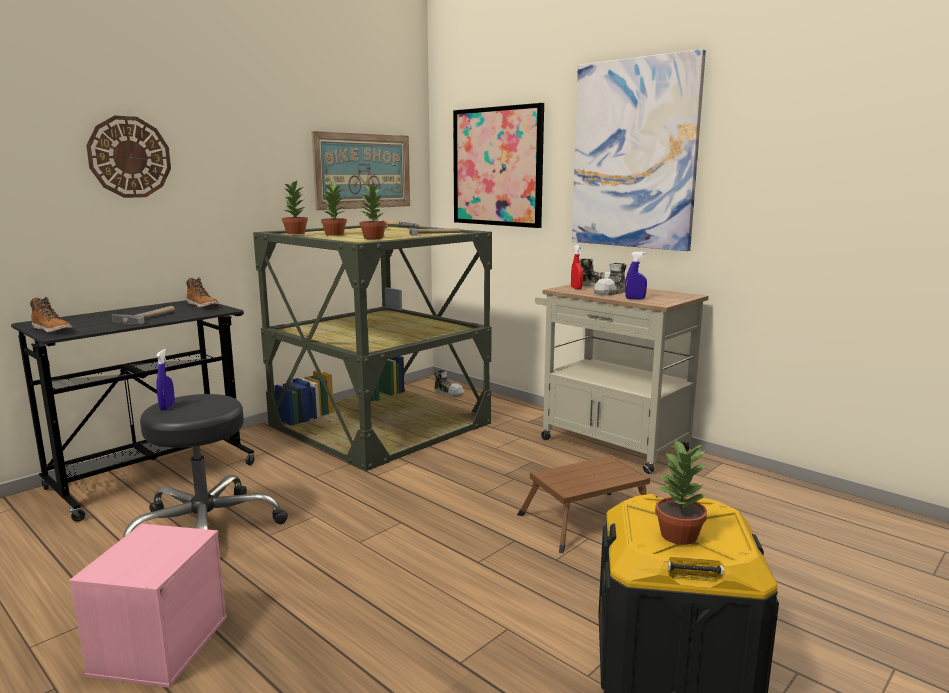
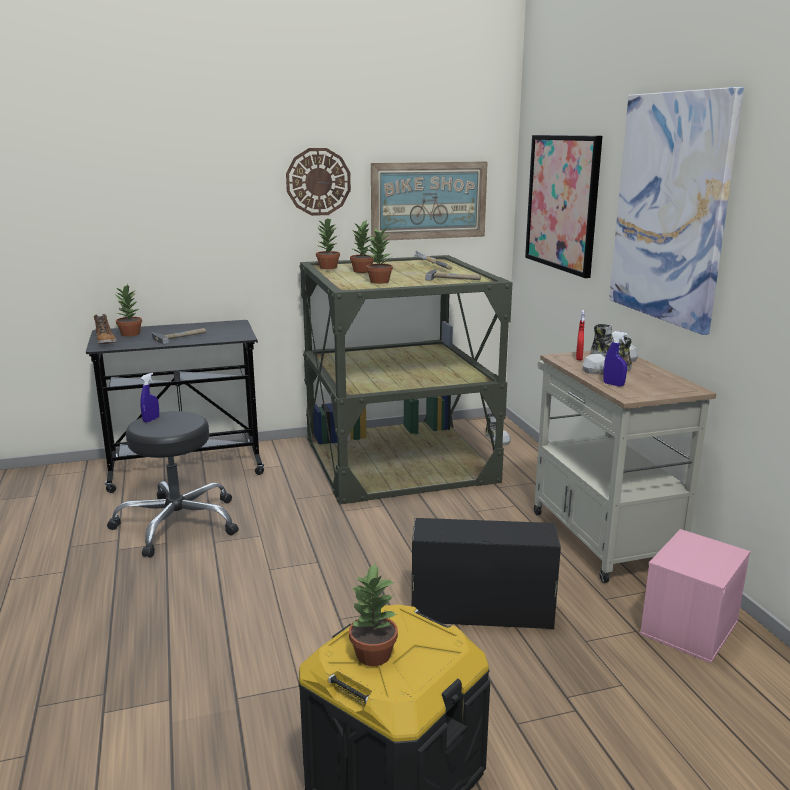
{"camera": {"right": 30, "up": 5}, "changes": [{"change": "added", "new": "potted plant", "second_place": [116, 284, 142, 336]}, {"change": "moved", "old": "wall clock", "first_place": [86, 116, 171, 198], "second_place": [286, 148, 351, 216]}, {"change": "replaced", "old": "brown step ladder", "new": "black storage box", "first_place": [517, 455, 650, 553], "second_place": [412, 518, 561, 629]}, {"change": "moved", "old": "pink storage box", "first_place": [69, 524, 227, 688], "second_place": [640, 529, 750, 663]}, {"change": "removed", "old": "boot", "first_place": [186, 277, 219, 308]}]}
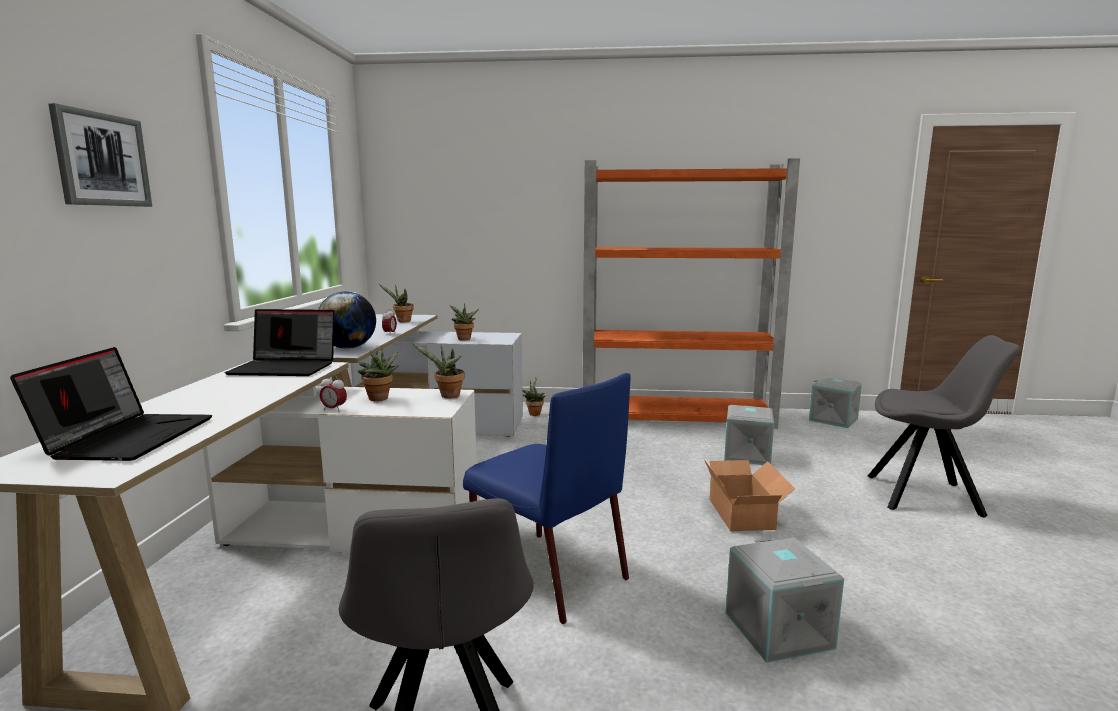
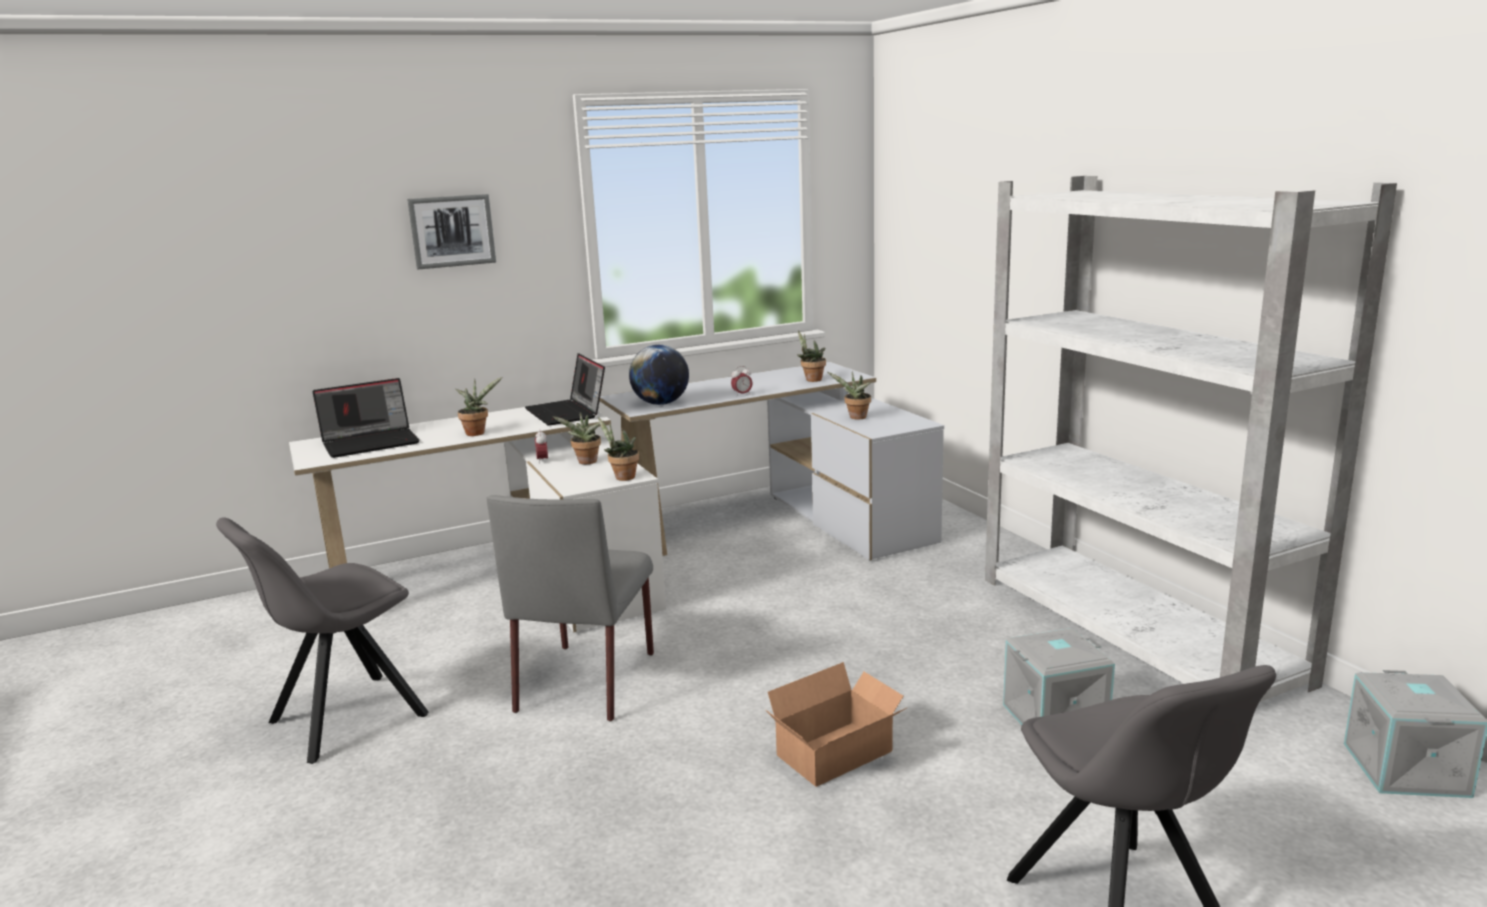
{"camera": {"right": 60, "up": 5}, "changes": [{"change": "moved", "old": "potted plant", "first_place": [522, 377, 545, 416], "second_place": [455, 377, 502, 436]}, {"change": "recoloured", "old": "blue chair", "new": "grey chair", "first_place": [463, 373, 630, 624], "second_place": [487, 495, 654, 722]}, {"change": "recoloured", "old": "orange bookcase", "new": "white bookcase", "first_place": [583, 158, 800, 429], "second_place": [985, 176, 1397, 702]}, {"change": "removed", "old": "grey storage box", "first_place": [726, 538, 844, 663]}]}
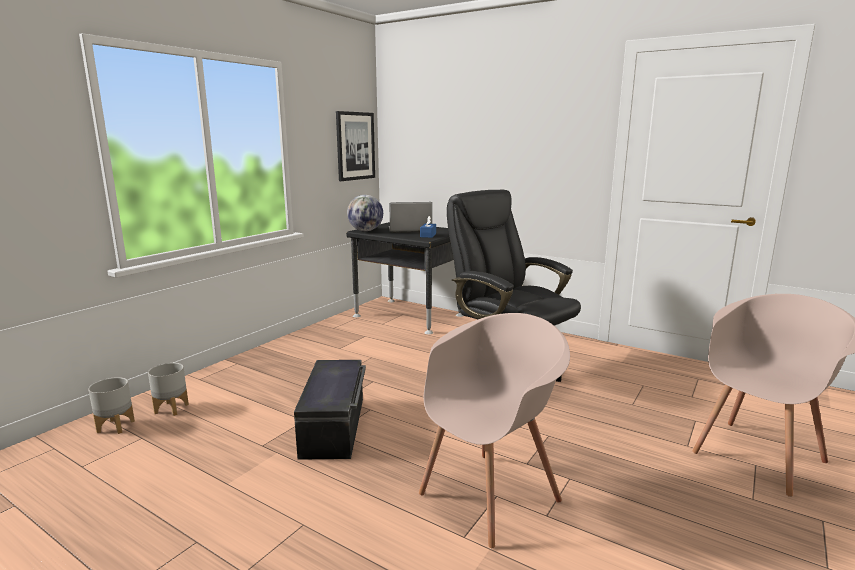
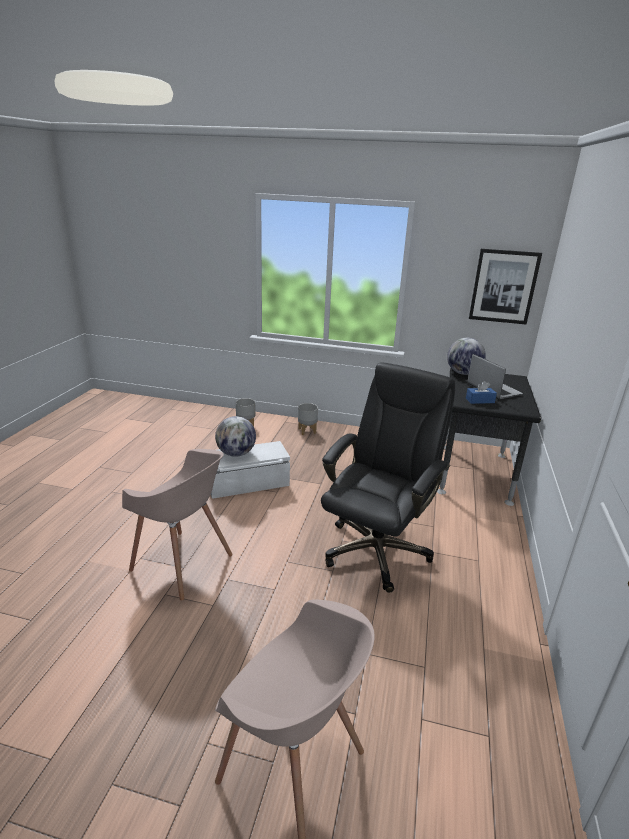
{"camera": {"right": 70, "up": 10}, "changes": [{"change": "recoloured", "old": "black storage box", "new": "white storage box", "first_place": [294, 360, 366, 460], "second_place": [211, 441, 290, 499]}, {"change": "added", "new": "globe", "second_place": [215, 416, 256, 457]}, {"change": "moved", "old": "grey planter", "first_place": [88, 377, 135, 434], "second_place": [298, 403, 318, 435]}]}
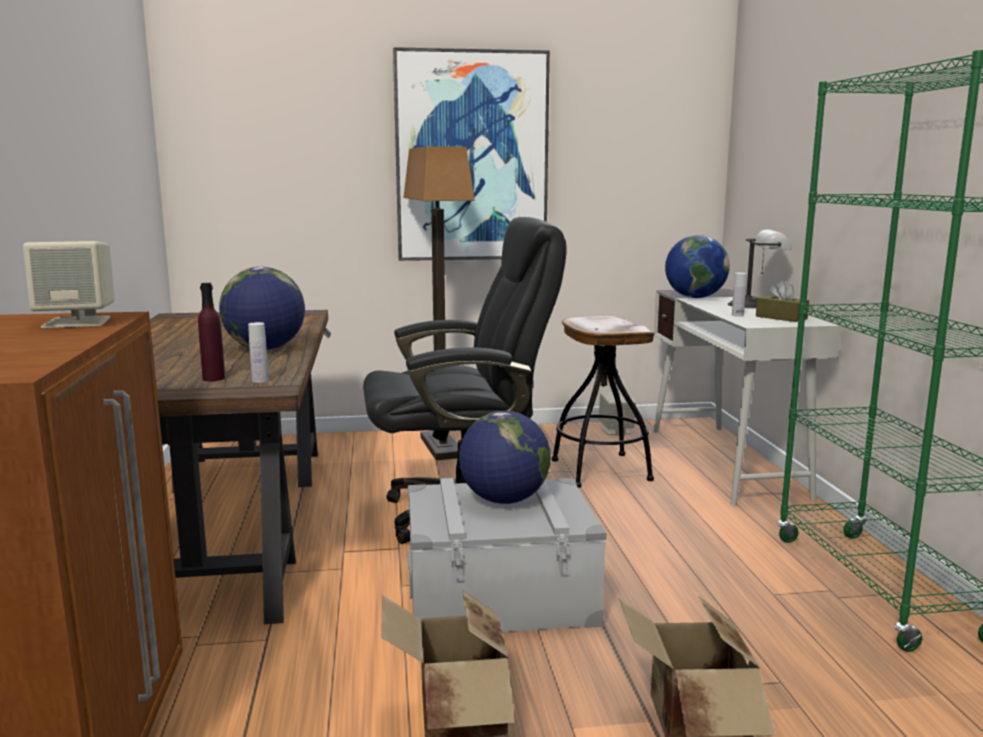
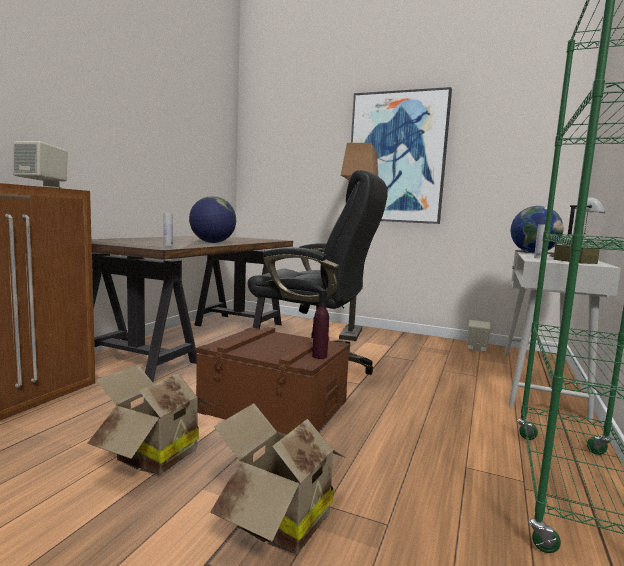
{"camera": {"right": 30, "up": -5}, "changes": [{"change": "recoloured", "old": "grey storage box", "new": "brown storage box", "first_place": [407, 478, 607, 632], "second_place": [196, 327, 350, 435]}, {"change": "moved", "old": "purple bottle", "first_place": [198, 283, 225, 381], "second_place": [312, 290, 329, 359]}, {"change": "removed", "old": "globe", "first_place": [459, 411, 551, 504]}, {"change": "removed", "old": "brown stool", "first_place": [552, 316, 655, 488]}]}
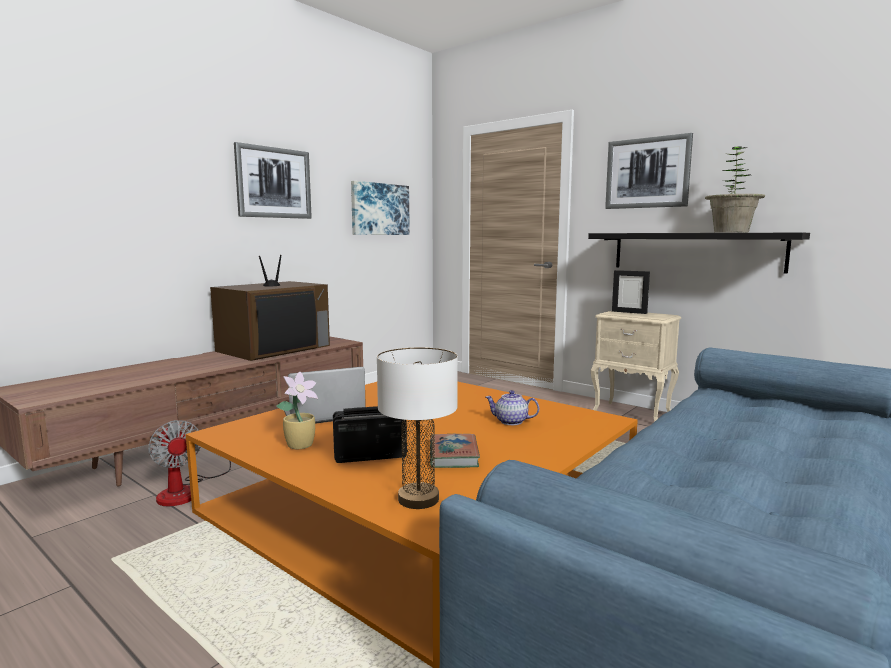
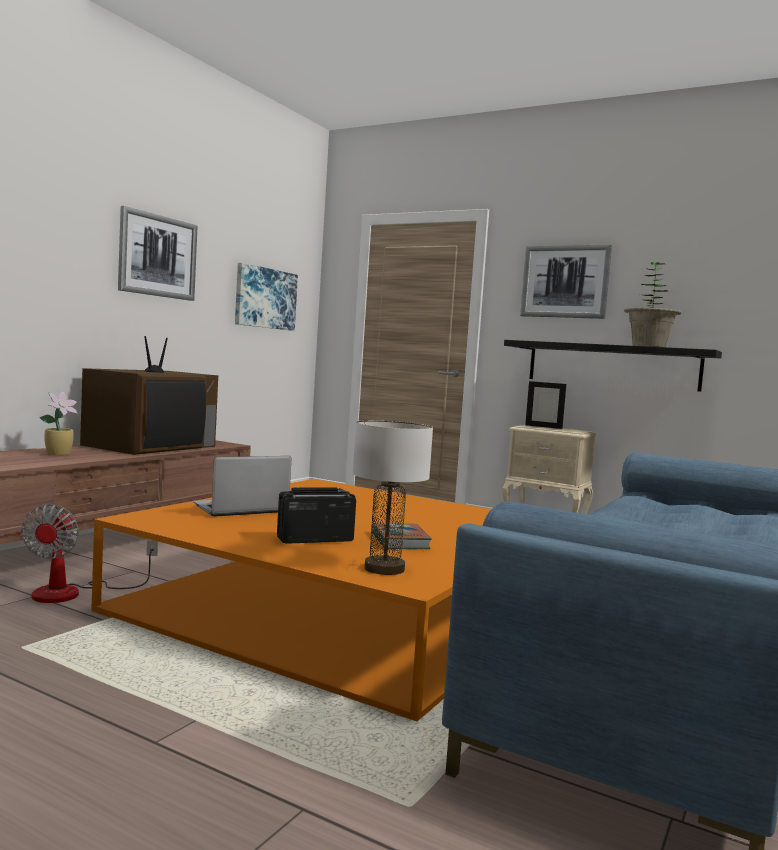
{"camera": {"right": -10, "up": -5}, "changes": [{"change": "turned", "old": "fan", "first_place": [148, 420, 231, 506], "second_place": [21, 504, 158, 603], "degrees": 45}, {"change": "moved", "old": "potted plant", "first_place": [276, 372, 318, 449], "second_place": [39, 392, 78, 456]}, {"change": "removed", "old": "teapot", "first_place": [485, 390, 539, 425]}]}
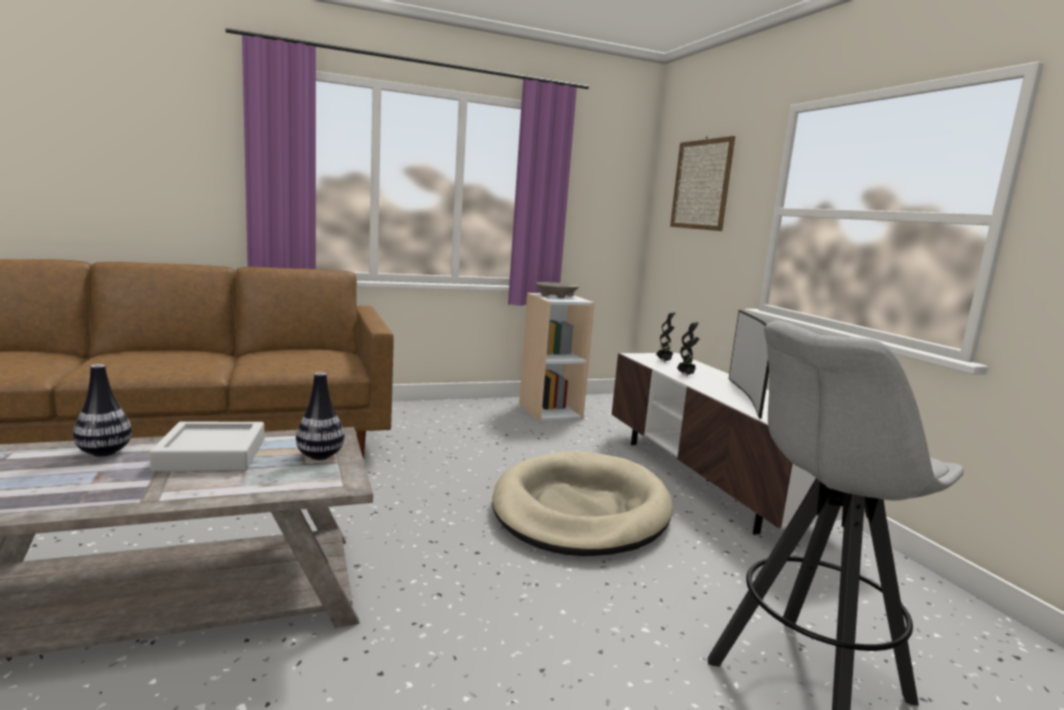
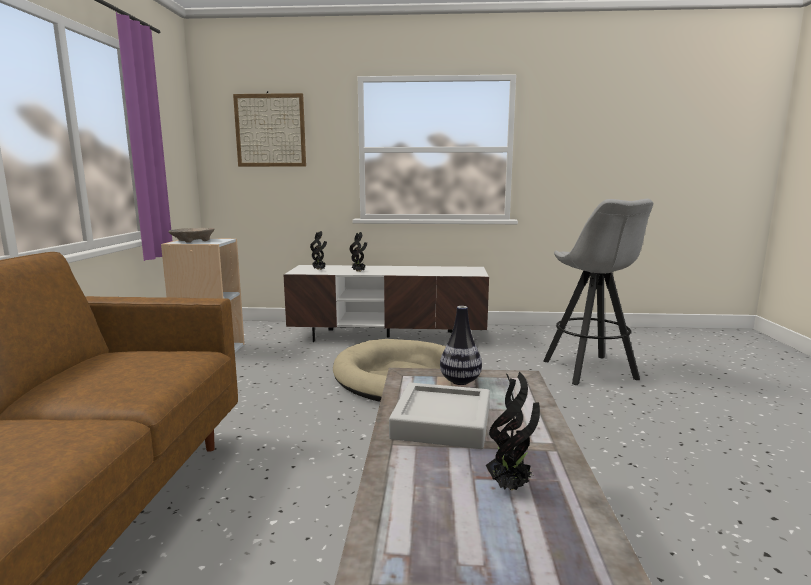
{"camera": {"right": -65, "up": 0}, "changes": [{"change": "added", "new": "potted plant", "second_place": [486, 371, 540, 490]}, {"change": "removed", "old": "vase", "first_place": [73, 364, 132, 456]}, {"change": "removed", "old": "television", "first_place": [729, 310, 769, 419]}]}
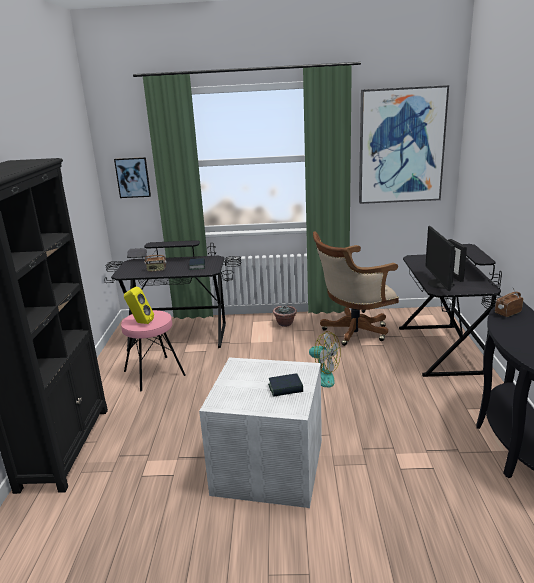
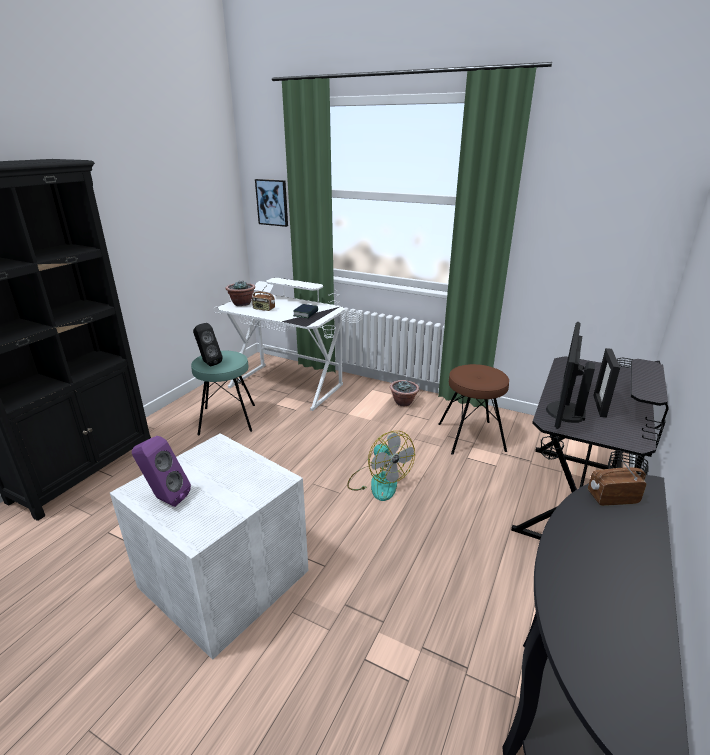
{"camera": {"right": 25, "up": 5}, "changes": [{"change": "added", "new": "purple speaker", "second_place": [132, 436, 191, 507]}, {"change": "recoloured", "old": "pink stool", "new": "turquoise stool", "first_place": [121, 310, 186, 392], "second_place": [191, 351, 255, 435]}, {"change": "recoloured", "old": "yellow speaker", "new": "black speaker", "first_place": [124, 286, 154, 324], "second_place": [193, 323, 223, 366]}, {"change": "recoloured", "old": "black desk", "new": "white desk", "first_place": [104, 240, 241, 351], "second_place": [214, 278, 362, 411]}, {"change": "added", "new": "potted plant", "second_place": [226, 280, 255, 306]}, {"change": "replaced", "old": "office chair", "new": "brown stool", "first_place": [313, 231, 399, 346], "second_place": [438, 364, 509, 455]}, {"change": "removed", "old": "book", "first_place": [268, 373, 303, 397]}, {"change": "removed", "old": "picture", "first_place": [359, 85, 449, 204]}]}
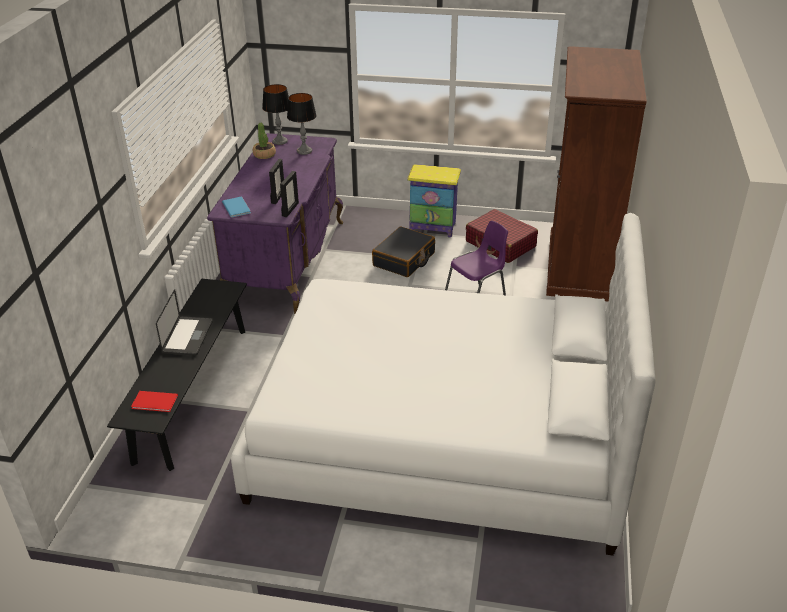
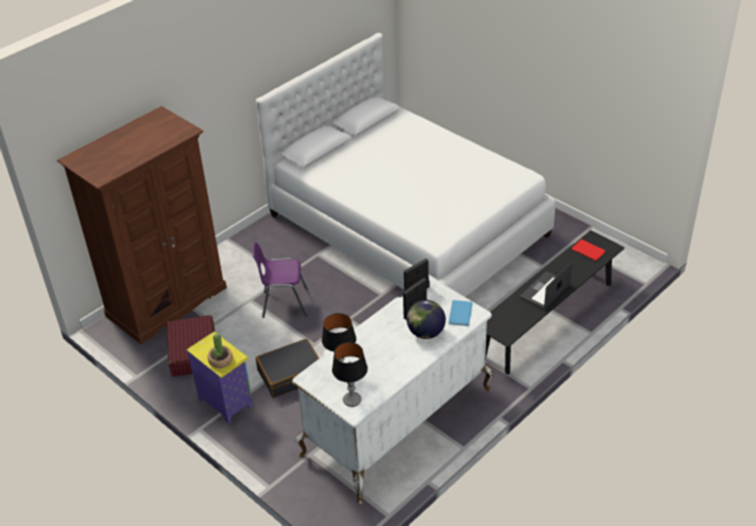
{"camera": {"right": -145, "up": 5}, "changes": [{"change": "moved", "old": "potted plant", "first_place": [253, 123, 276, 159], "second_place": [208, 334, 233, 368]}, {"change": "recoloured", "old": "purple dresser", "new": "white dresser", "first_place": [207, 133, 343, 314], "second_place": [292, 277, 493, 504]}, {"change": "added", "new": "globe", "second_place": [407, 300, 446, 339]}]}
